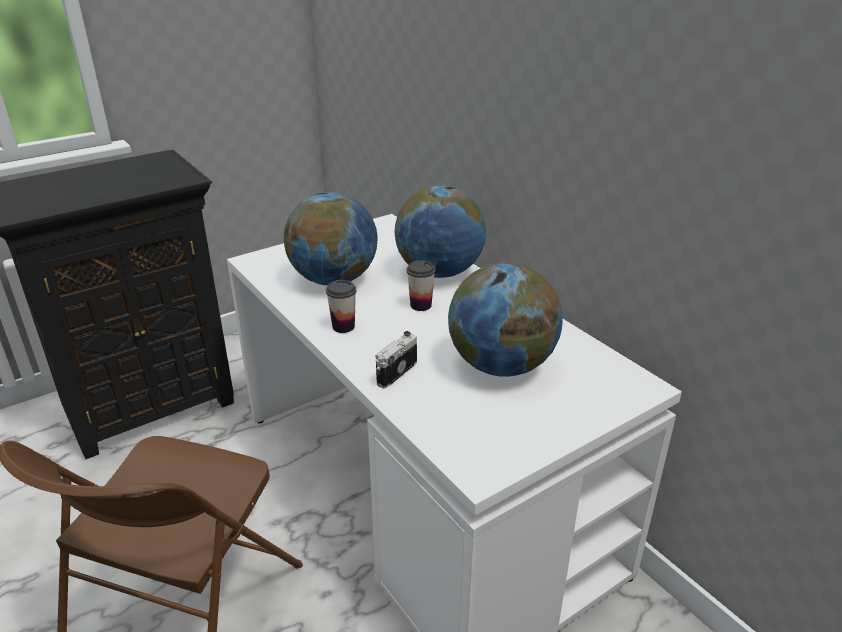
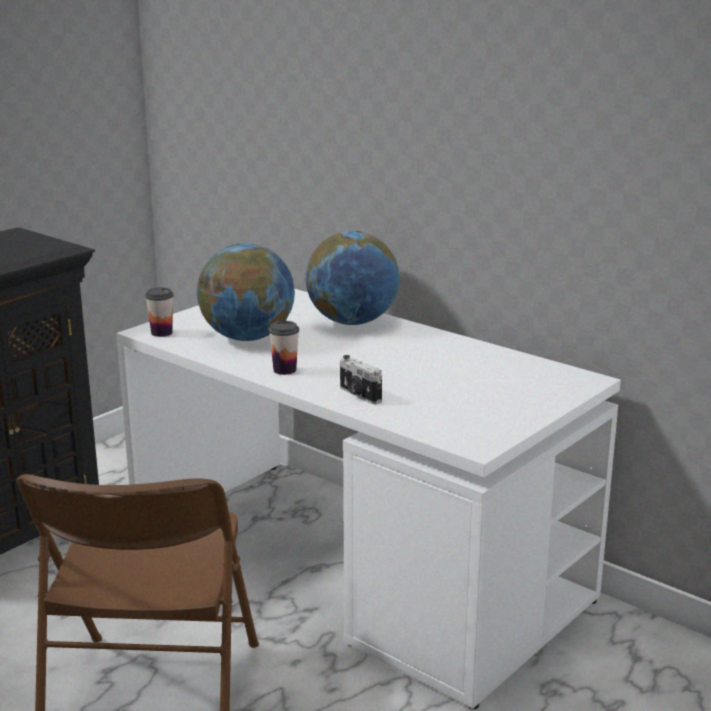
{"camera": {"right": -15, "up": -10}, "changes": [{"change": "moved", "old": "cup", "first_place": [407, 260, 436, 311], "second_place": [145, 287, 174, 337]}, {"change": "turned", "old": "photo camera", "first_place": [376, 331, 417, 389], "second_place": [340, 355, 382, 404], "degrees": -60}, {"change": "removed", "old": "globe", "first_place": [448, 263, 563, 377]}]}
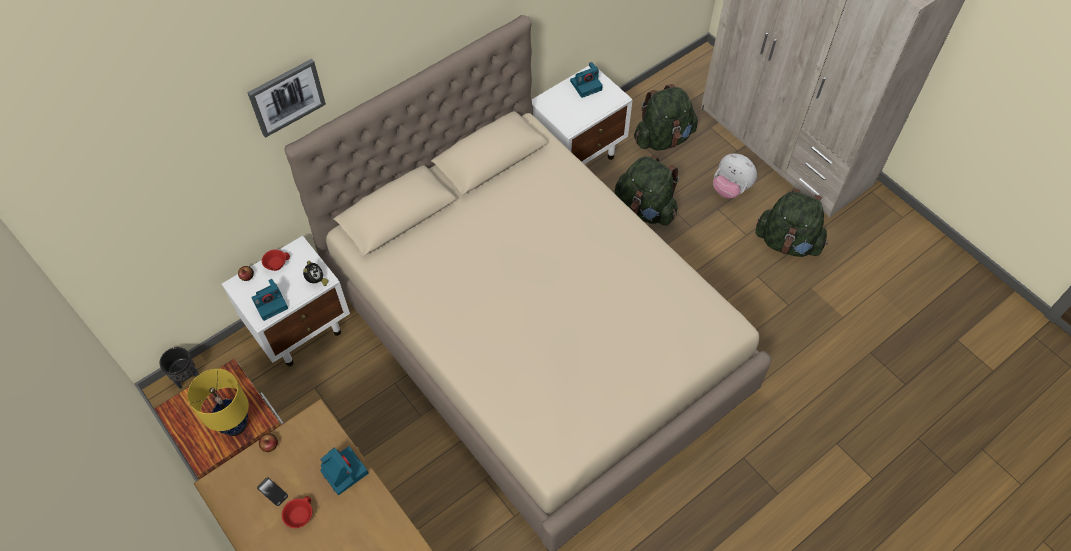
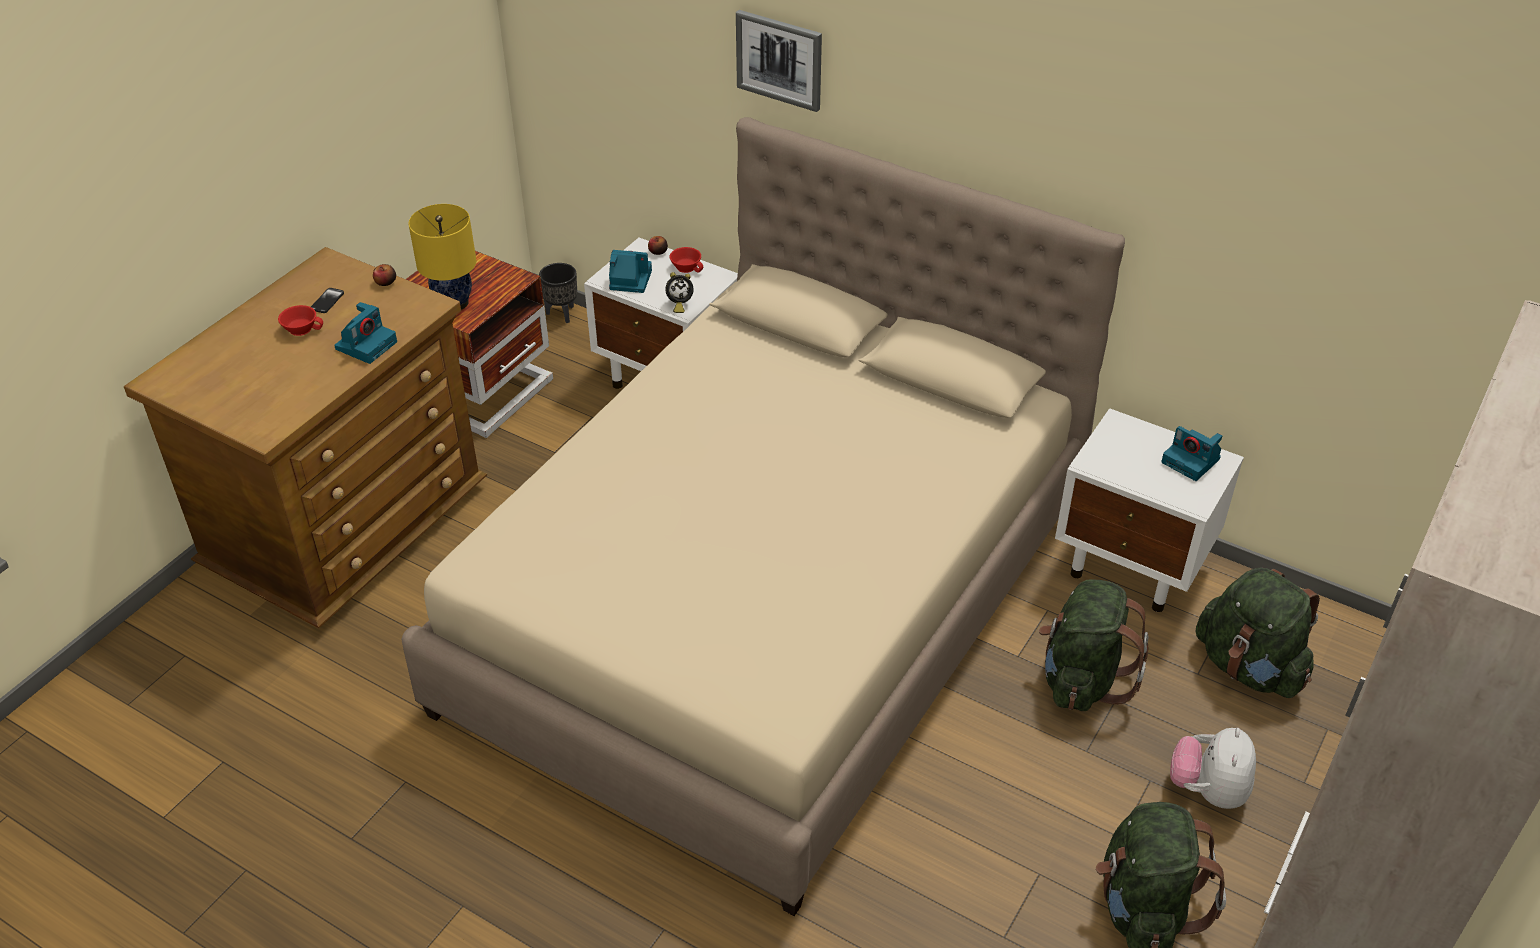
{"camera": {"right": 70, "up": -15}, "changes": [{"change": "turned", "old": "photo camera", "first_place": [251, 279, 288, 321], "second_place": [609, 250, 652, 293], "degrees": 150}]}
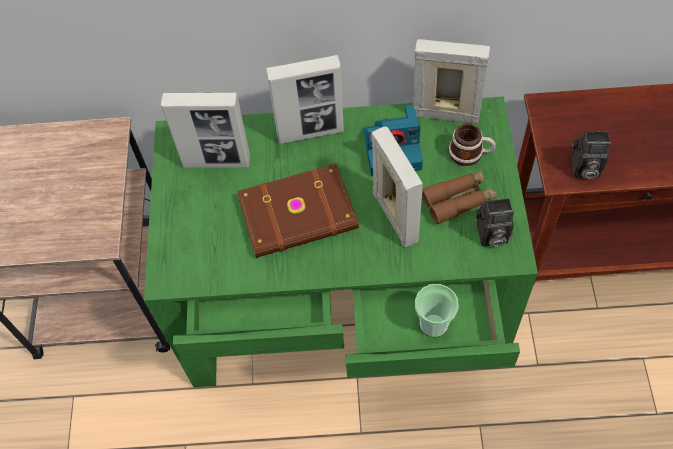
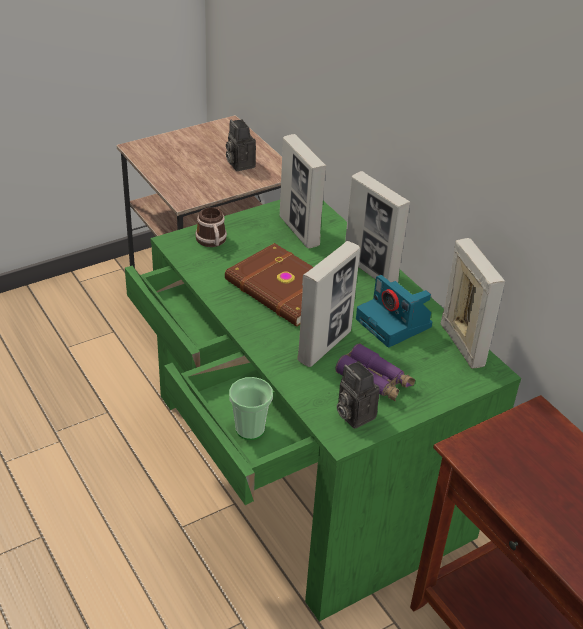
{"camera": {"right": 55, "up": -20}, "changes": [{"change": "moved", "old": "mug", "first_place": [449, 124, 496, 166], "second_place": [195, 207, 227, 247]}, {"change": "moved", "old": "photo camera", "first_place": [572, 131, 611, 179], "second_place": [226, 119, 256, 171]}, {"change": "recoloured", "old": "brown binoculars", "new": "purple binoculars", "first_place": [422, 170, 497, 224], "second_place": [335, 343, 415, 402]}]}
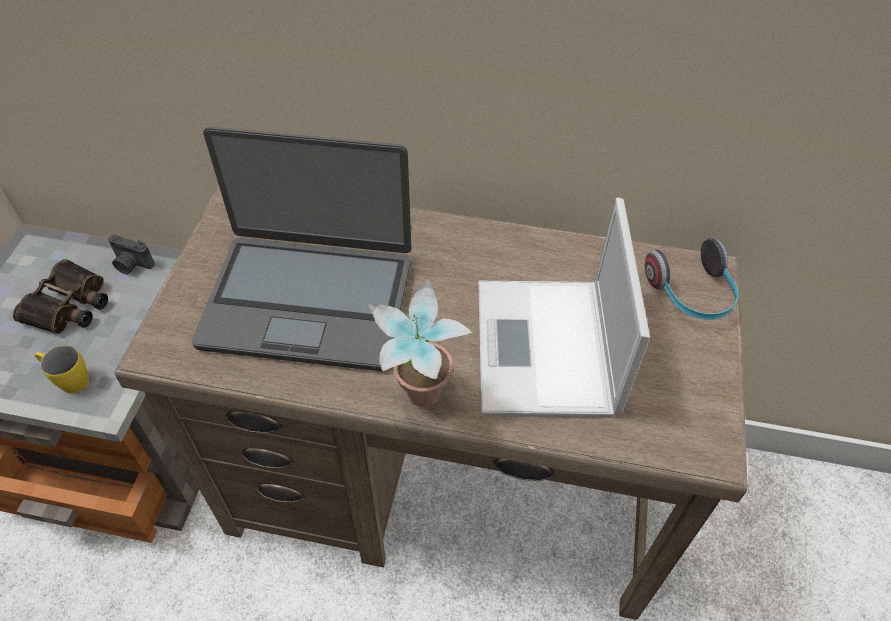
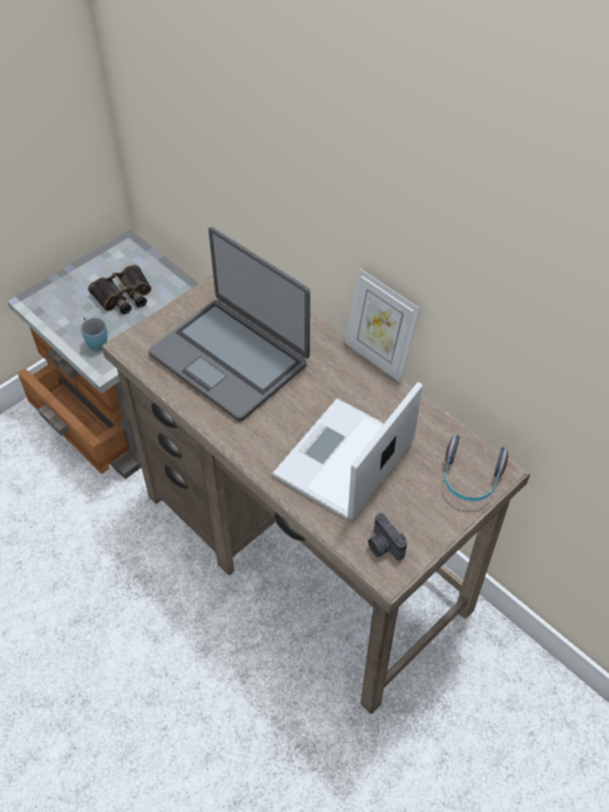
{"camera": {"right": 35, "up": 0}, "changes": [{"change": "recoloured", "old": "yellow mug", "new": "blue mug", "first_place": [35, 345, 89, 393], "second_place": [81, 316, 107, 351]}, {"change": "added", "new": "picture frame", "second_place": [345, 268, 420, 382]}, {"change": "moved", "old": "photo camera", "first_place": [108, 234, 155, 275], "second_place": [368, 513, 407, 561]}, {"change": "removed", "old": "potted plant", "first_place": [368, 279, 472, 407]}]}
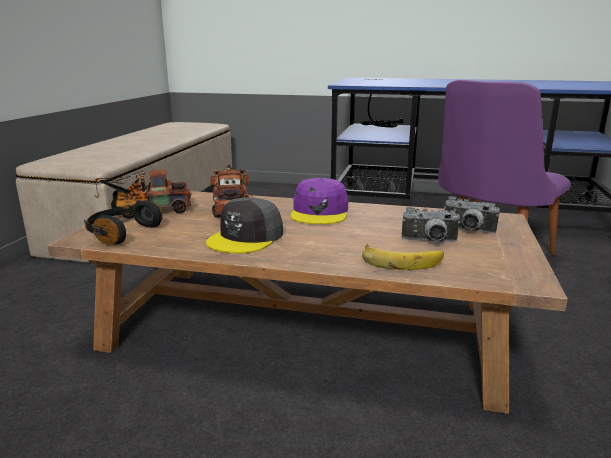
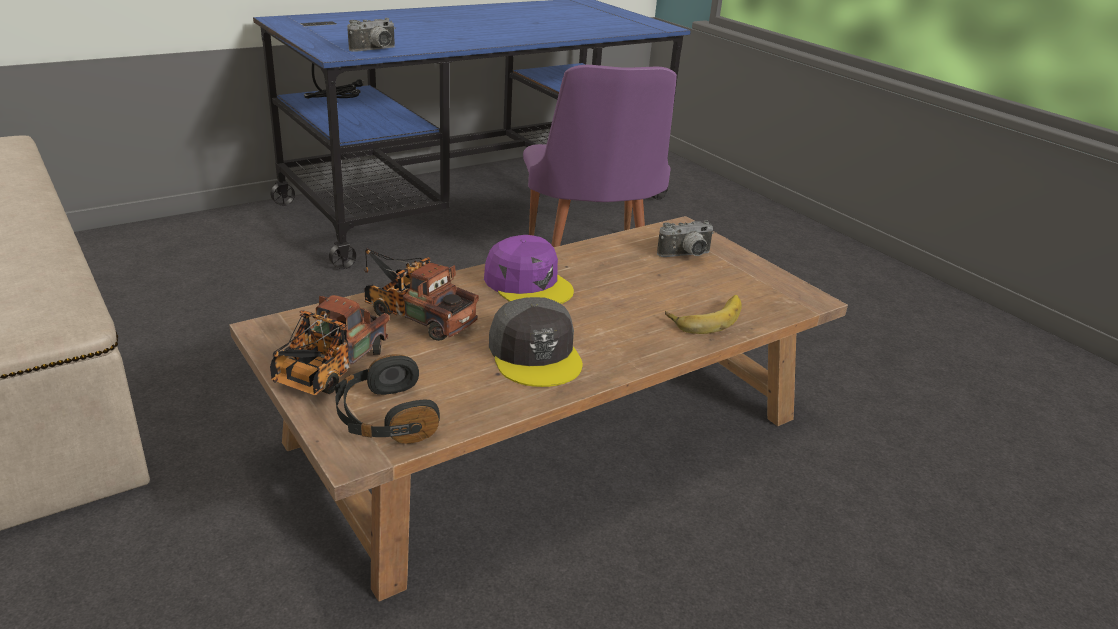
{"camera": {"right": -50, "up": 10}, "changes": [{"change": "moved", "old": "photo camera", "first_place": [402, 207, 461, 242], "second_place": [347, 18, 396, 52]}]}
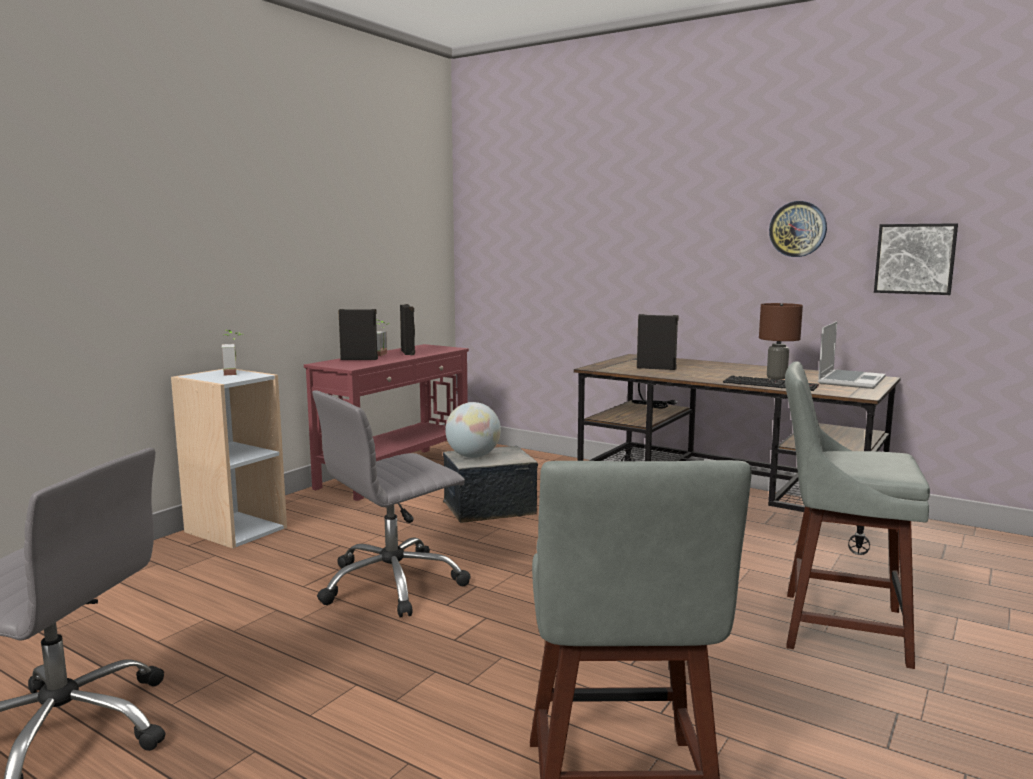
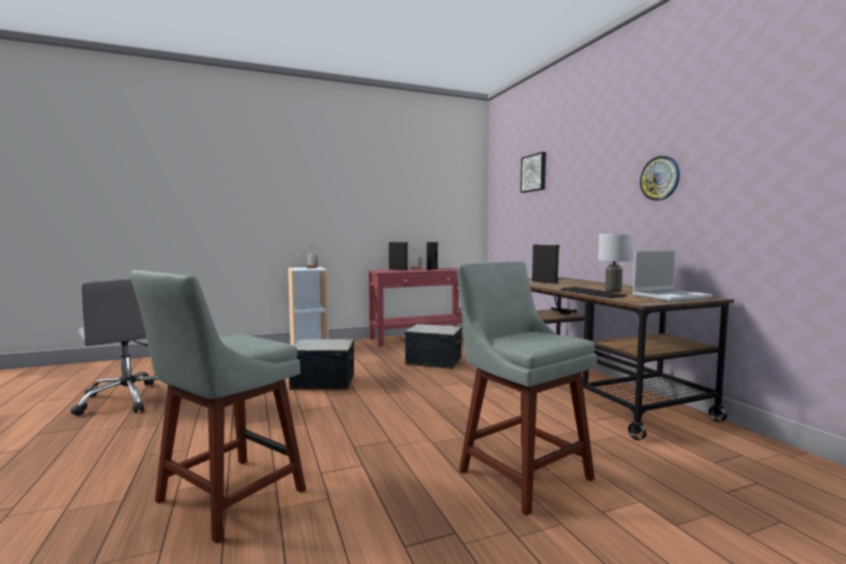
{"camera": {"right": 35, "up": -5}, "changes": [{"change": "replaced", "old": "grey office chair", "new": "storage box", "first_place": [312, 390, 470, 618], "second_place": [289, 339, 355, 390]}, {"change": "moved", "old": "picture", "first_place": [874, 223, 958, 295], "second_place": [520, 152, 546, 193]}, {"change": "recoloured", "old": "brown table lamp", "new": "white table lamp", "first_place": [759, 303, 803, 380], "second_place": [598, 233, 633, 292]}, {"change": "removed", "old": "globe", "first_place": [445, 402, 501, 458]}]}
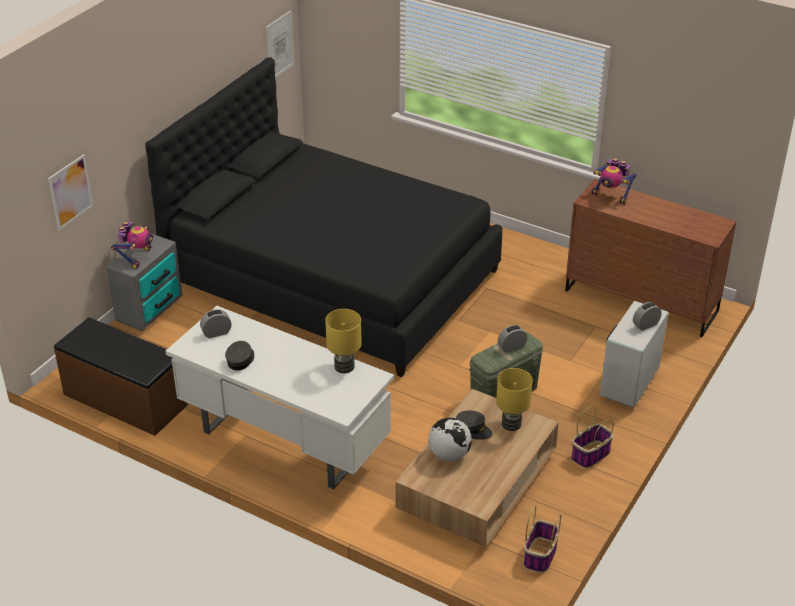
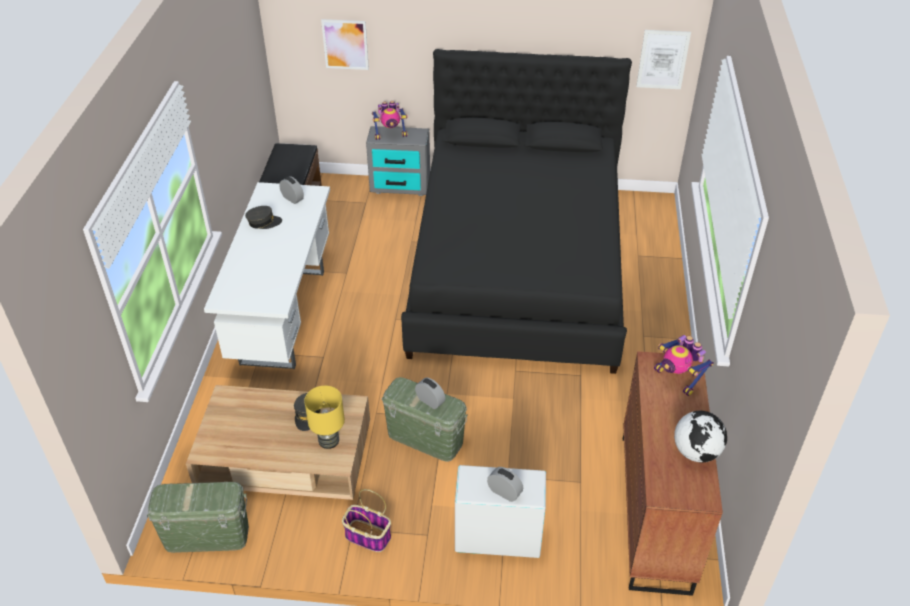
{"camera": {"right": 65, "up": 5}, "changes": [{"change": "replaced", "old": "basket", "new": "green storage box", "first_place": [524, 506, 561, 572], "second_place": [147, 482, 249, 553]}, {"change": "turned", "old": "toy robot", "first_place": [592, 158, 637, 204], "second_place": [654, 335, 714, 396], "degrees": -45}, {"change": "moved", "old": "globe", "first_place": [428, 418, 472, 461], "second_place": [674, 411, 727, 463]}, {"change": "removed", "old": "yellow table lamp", "first_place": [325, 309, 362, 373]}]}
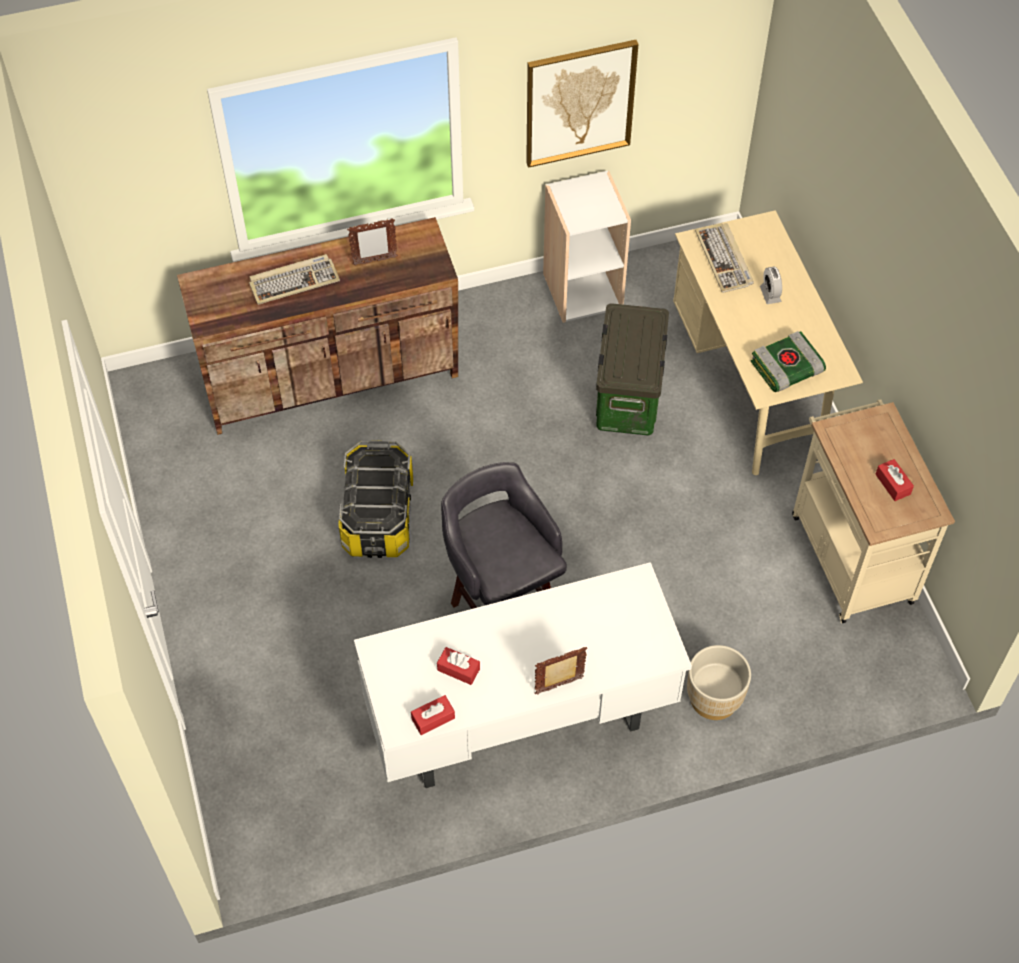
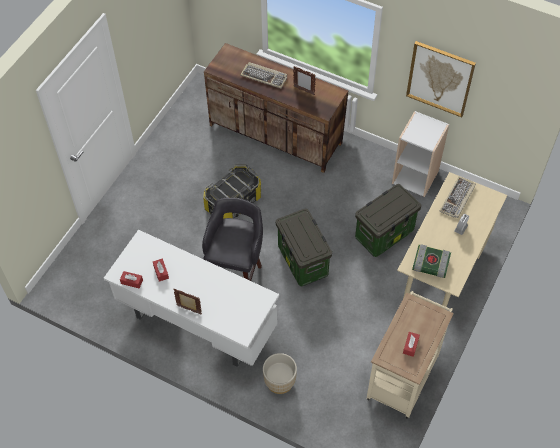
{"camera": {"right": 45, "up": 0}, "changes": [{"change": "added", "new": "storage box", "second_place": [276, 208, 332, 286]}]}
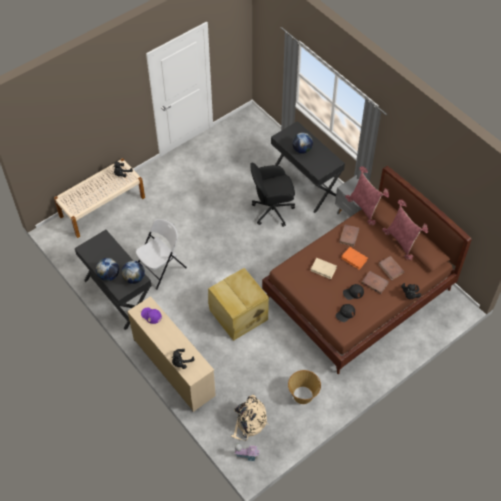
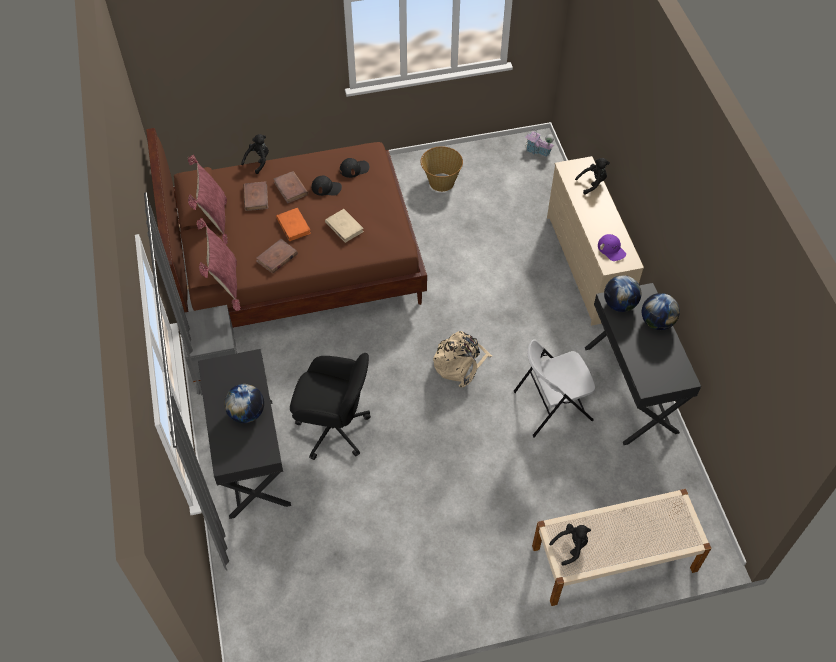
{"camera": {"right": -155, "up": 0}, "changes": [{"change": "moved", "old": "beige backpack", "first_place": [231, 395, 268, 441], "second_place": [433, 331, 492, 388]}, {"change": "removed", "old": "beige storage box", "first_place": [208, 268, 269, 341]}]}
